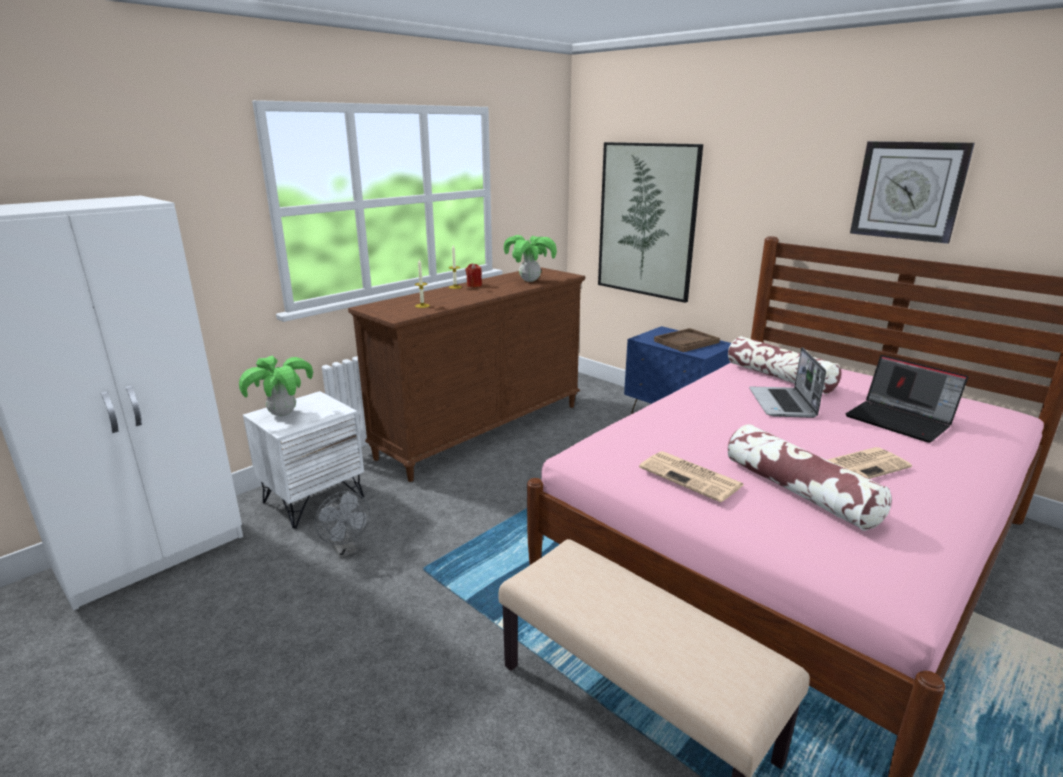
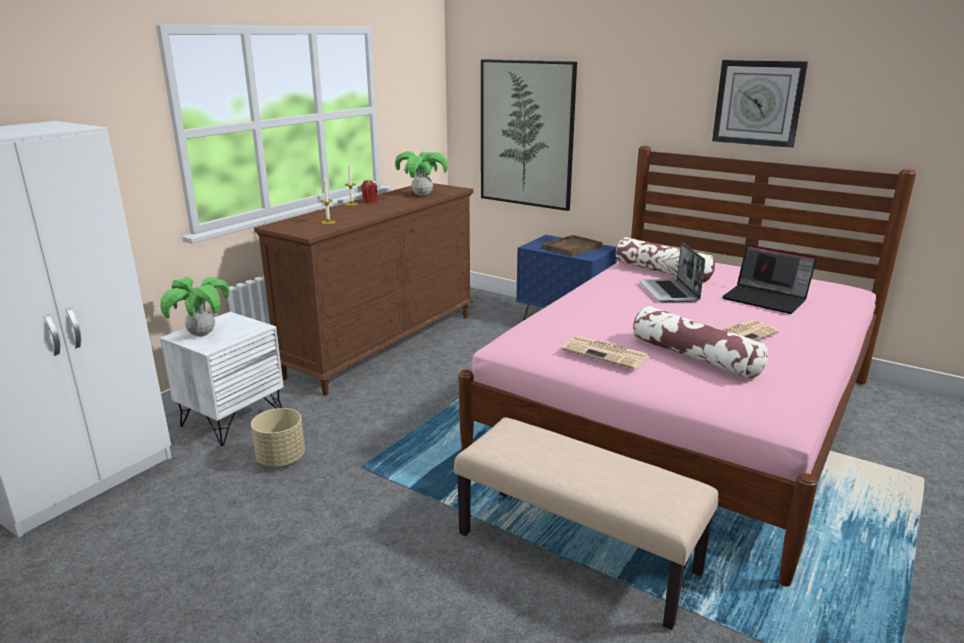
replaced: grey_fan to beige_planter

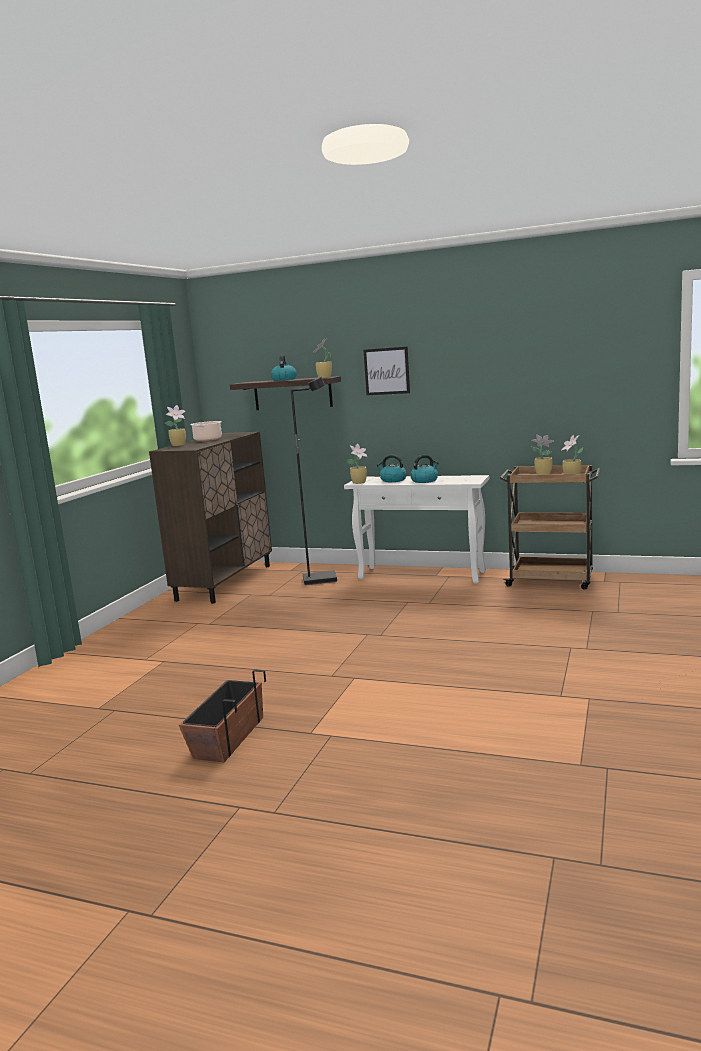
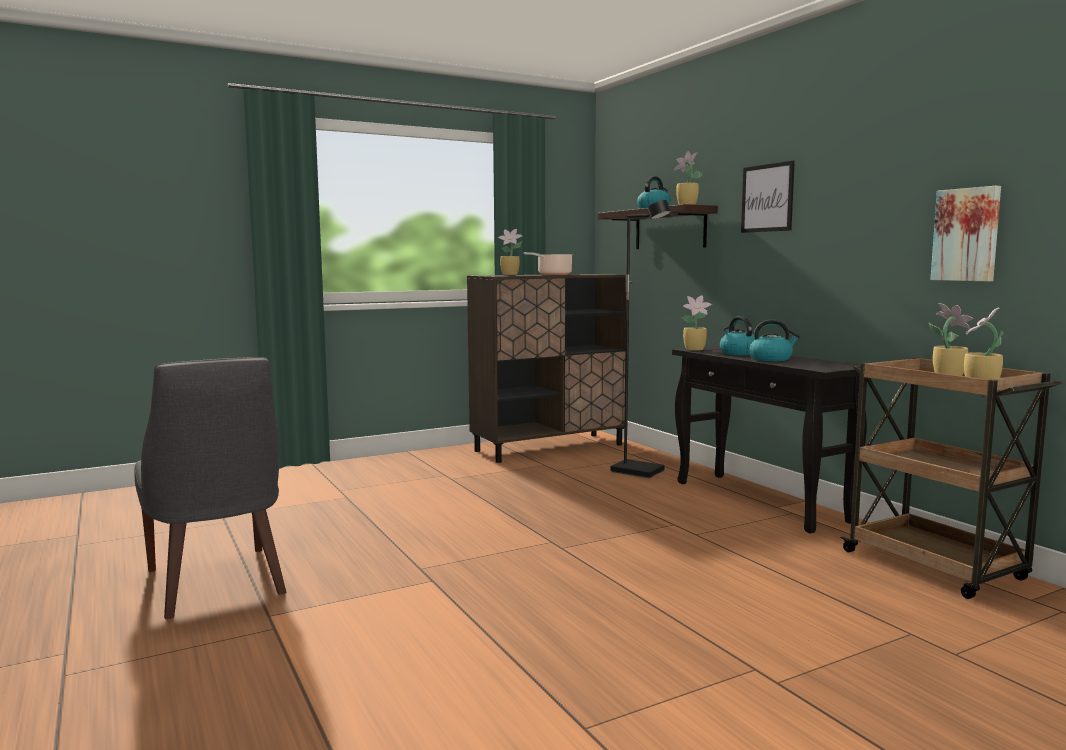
added: picture (2nd from left)
replaced: planter to grey_chair
recoloured: white_console_table to black_console_table

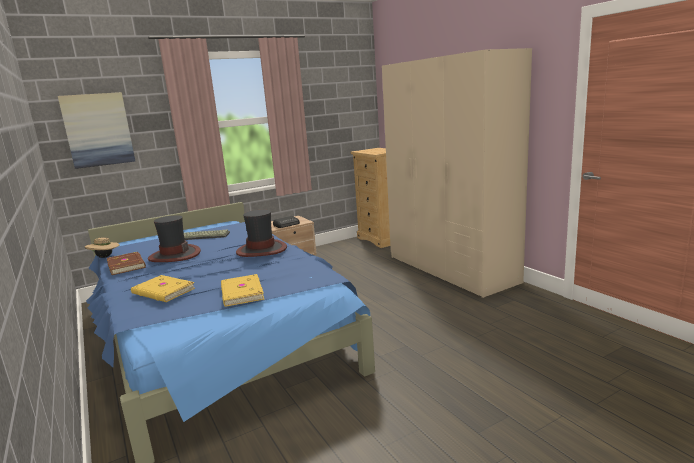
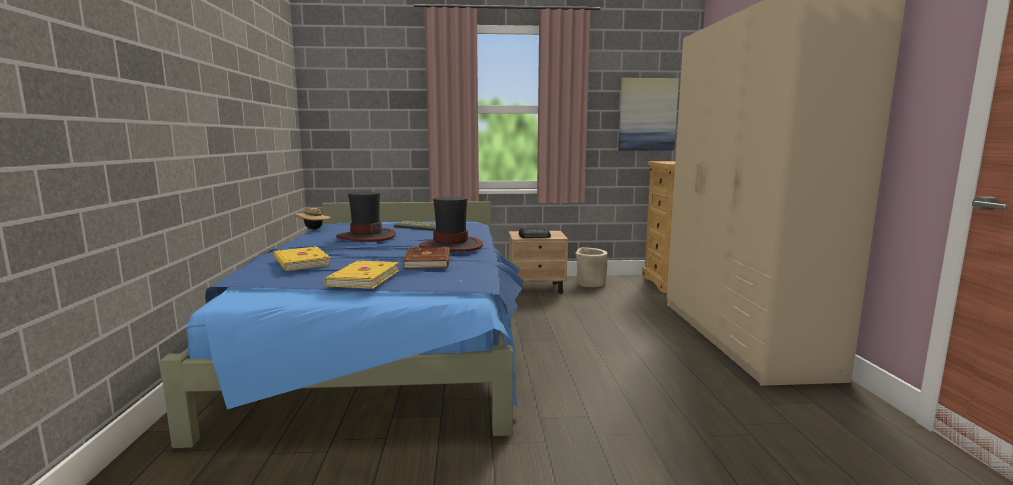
added: beige_planter
moved: picture; brown_book

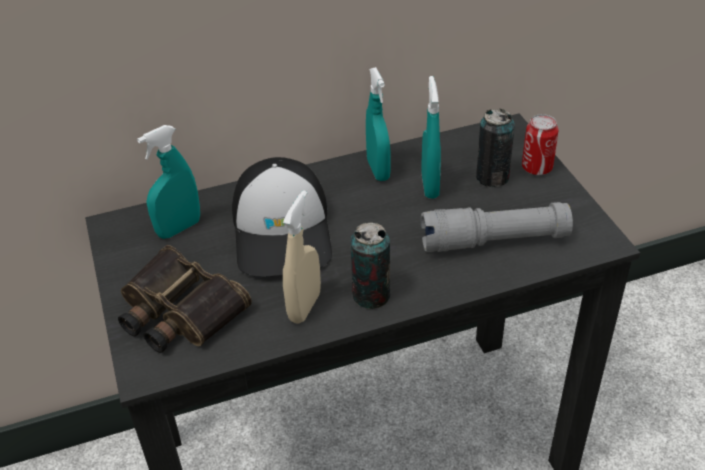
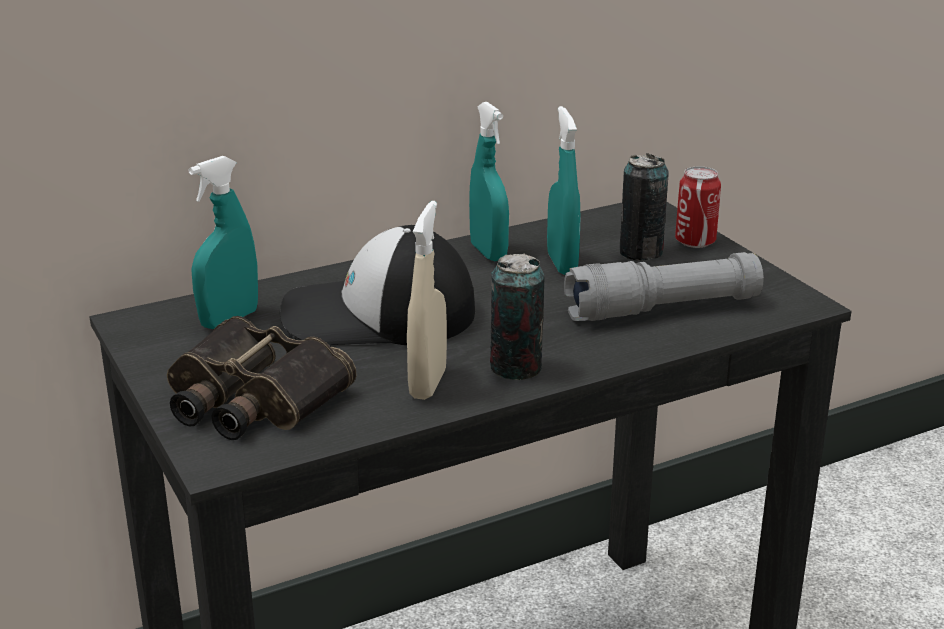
turned: cap 105 degrees clockwise

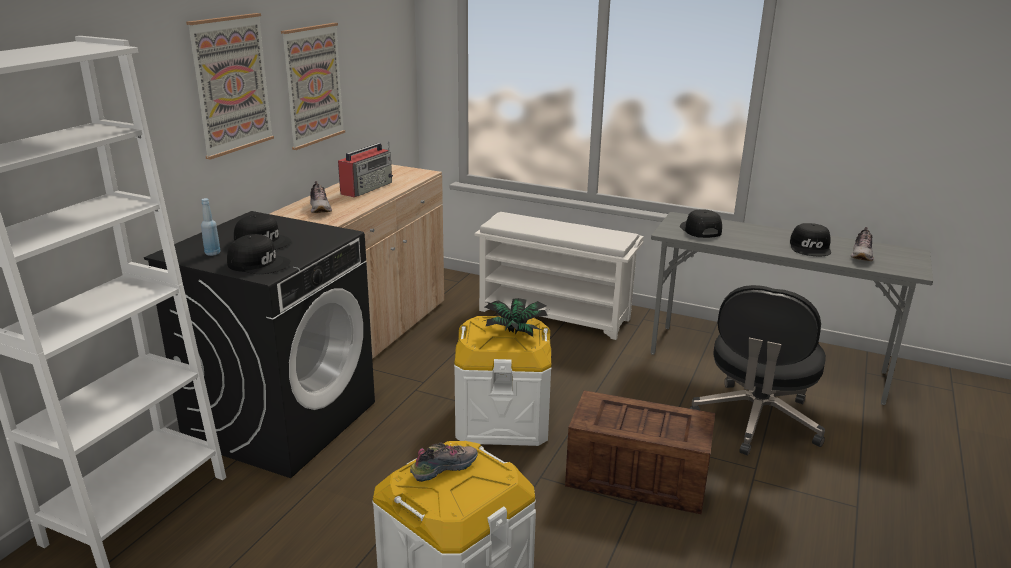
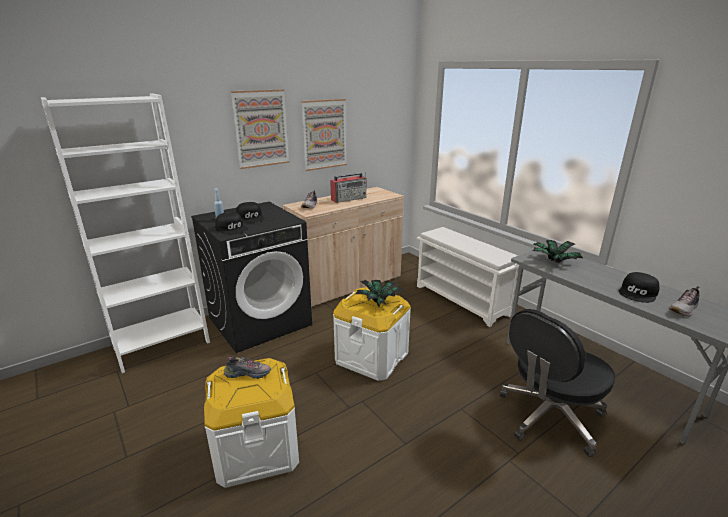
removed: crate
replaced: black_cap (3rd from left) to potted_plant (2nd from left)

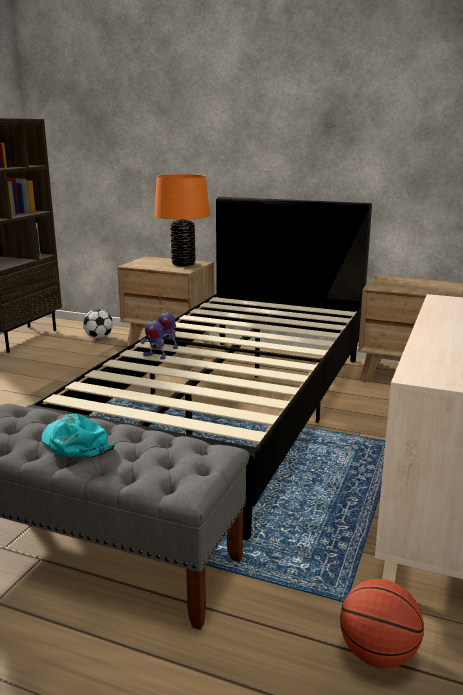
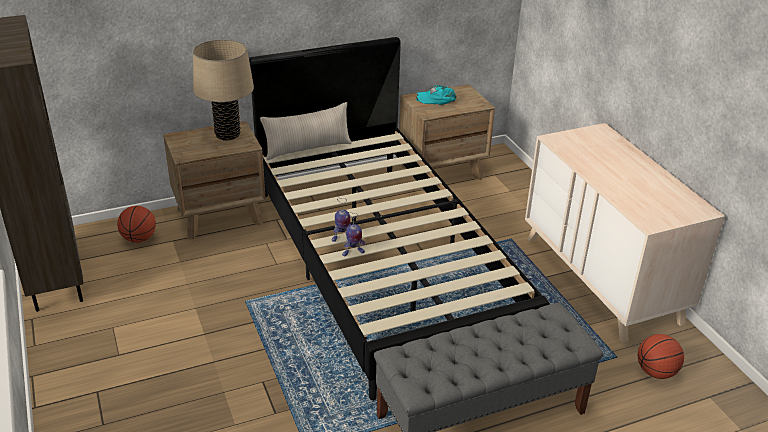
added: beige_pillow
moved: turquoise_cap
replaced: football to basketball (1st from left)
recoloured: orange_table_lamp to beige_table_lamp

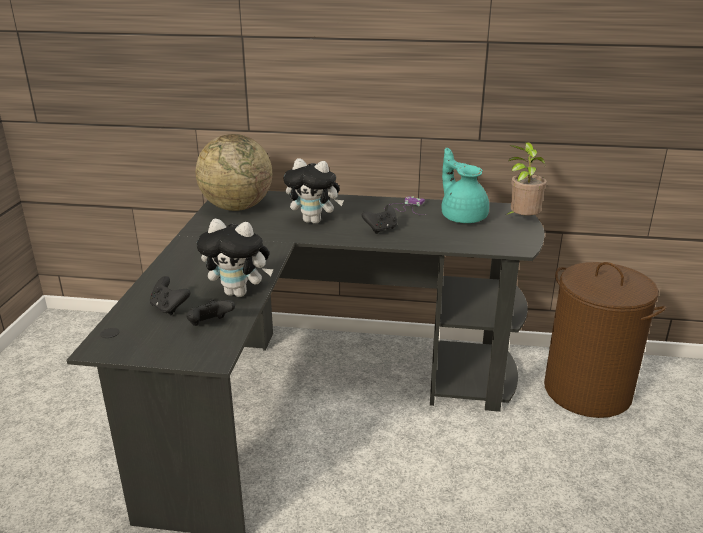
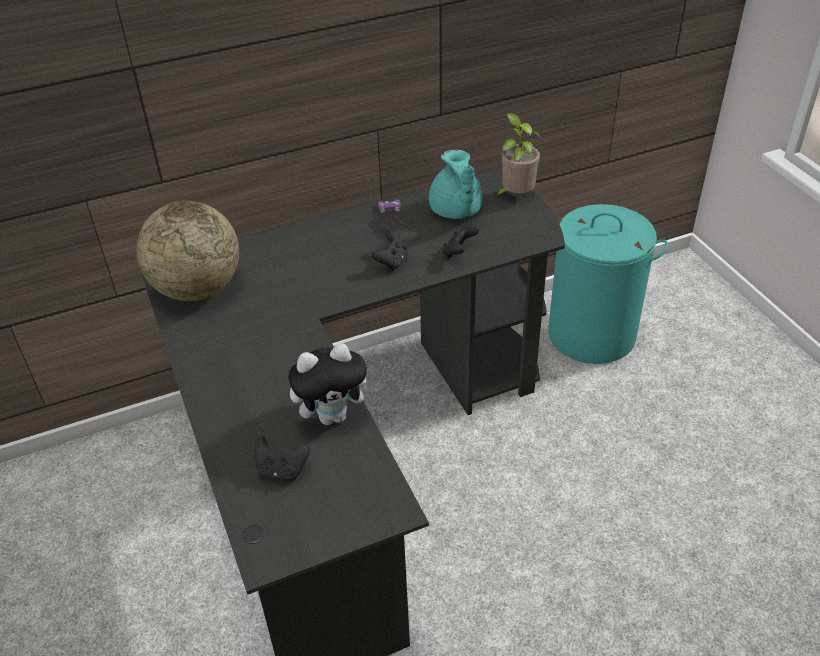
removed: plush_toy (2nd from left)
moved: black_game_controller (2nd from left in the first image) to black_game_controller (3rd from left)
recoloured: brown_laundry_basket to turquoise_laundry_basket
turned: turquoise_teapot 135 degrees counterclockwise

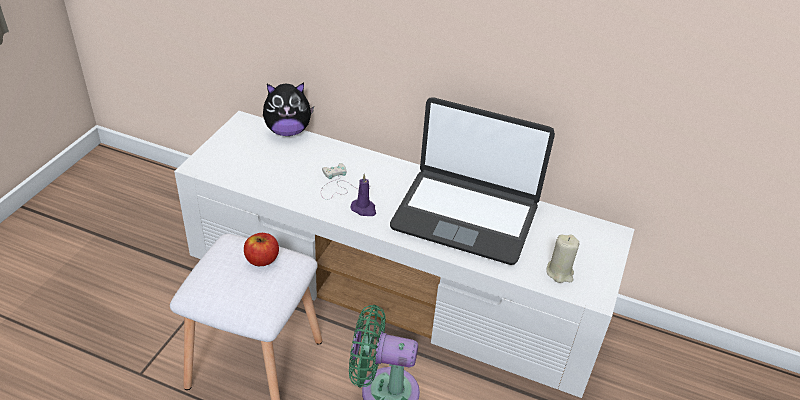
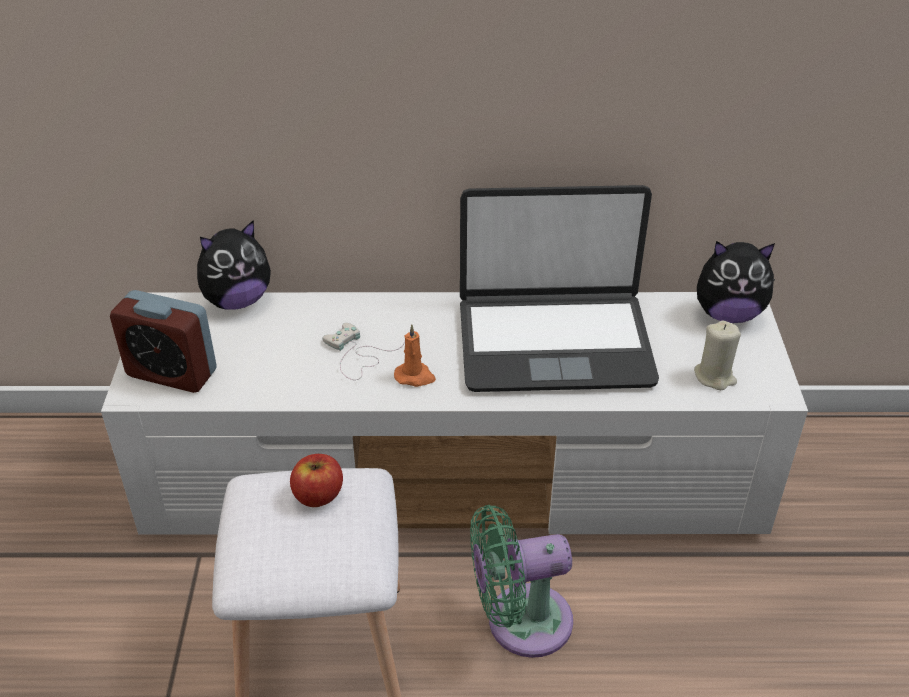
added: plush_toy (2nd from left); alarm_clock
recoloured: purple_candle to orange_candle

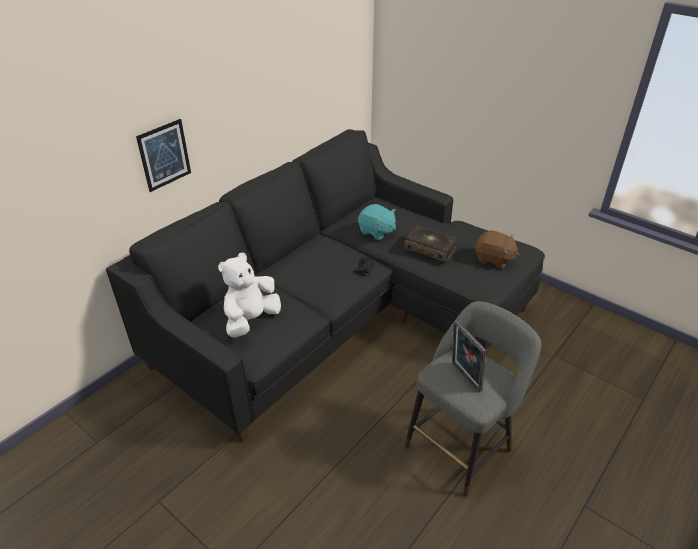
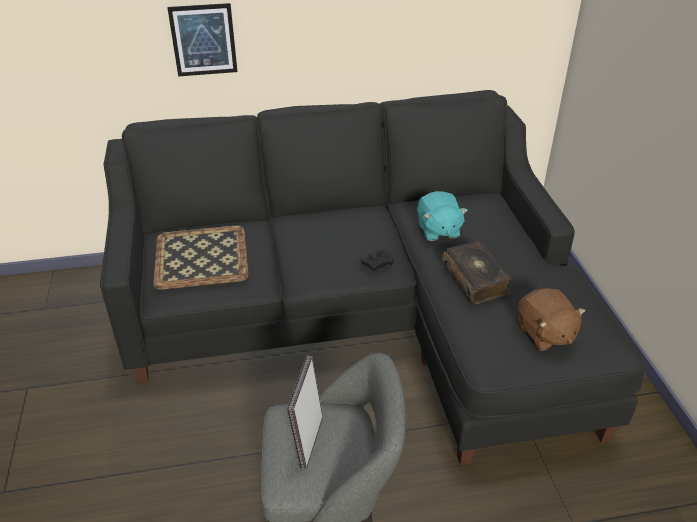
replaced: white_plush_toy to tray

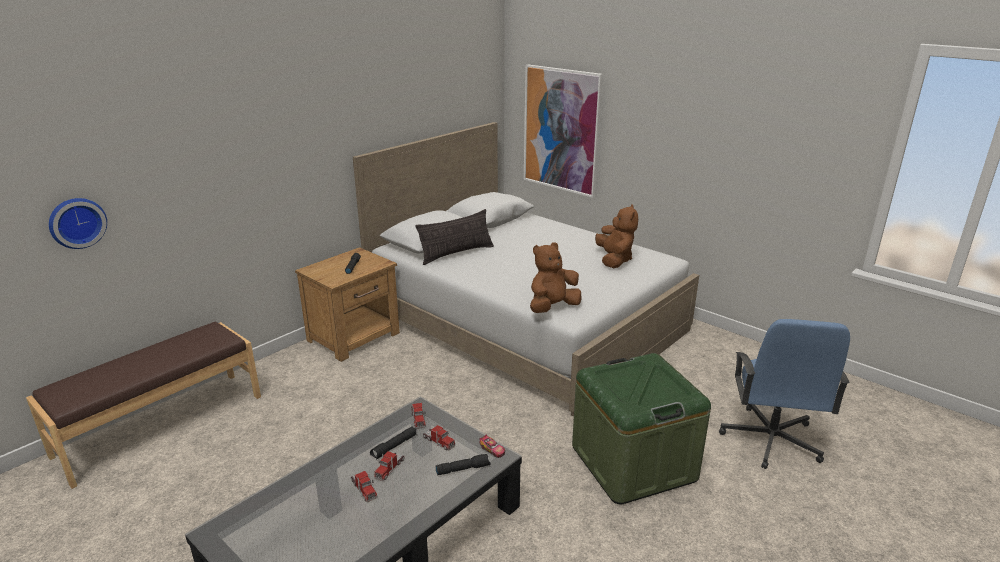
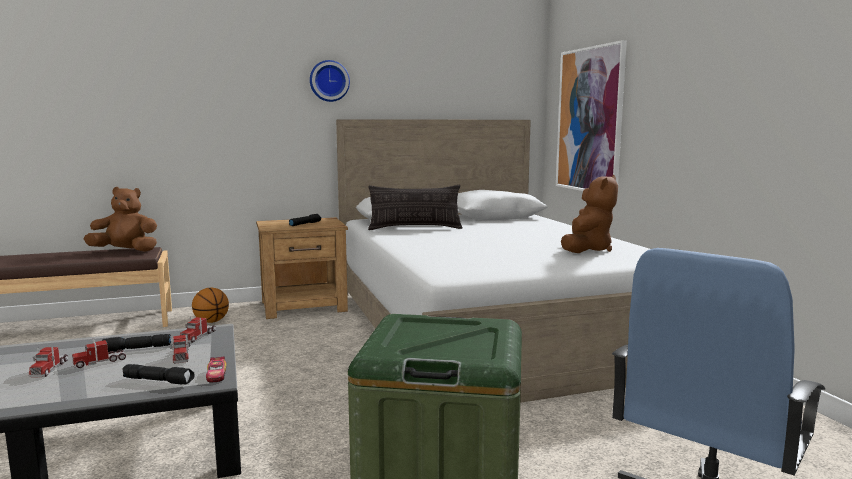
added: basketball
moved: wall_clock; brown_plush_toy (1st from left)

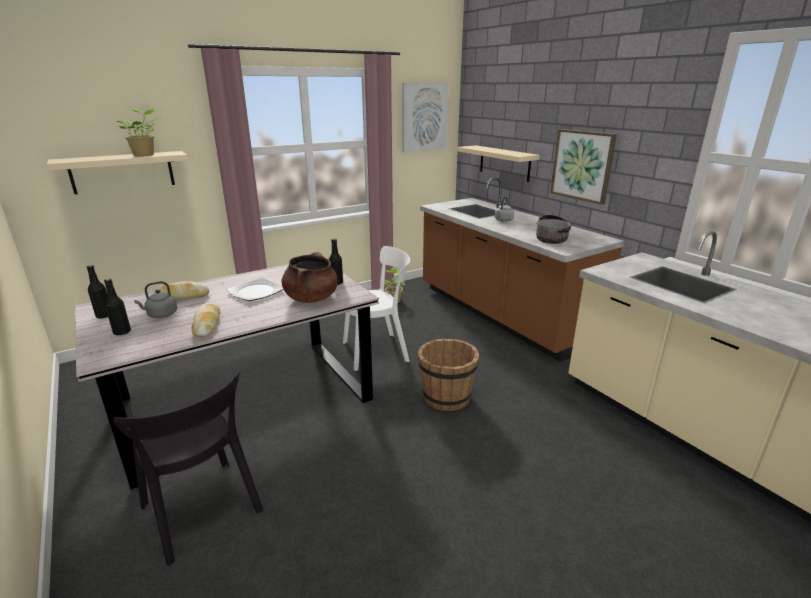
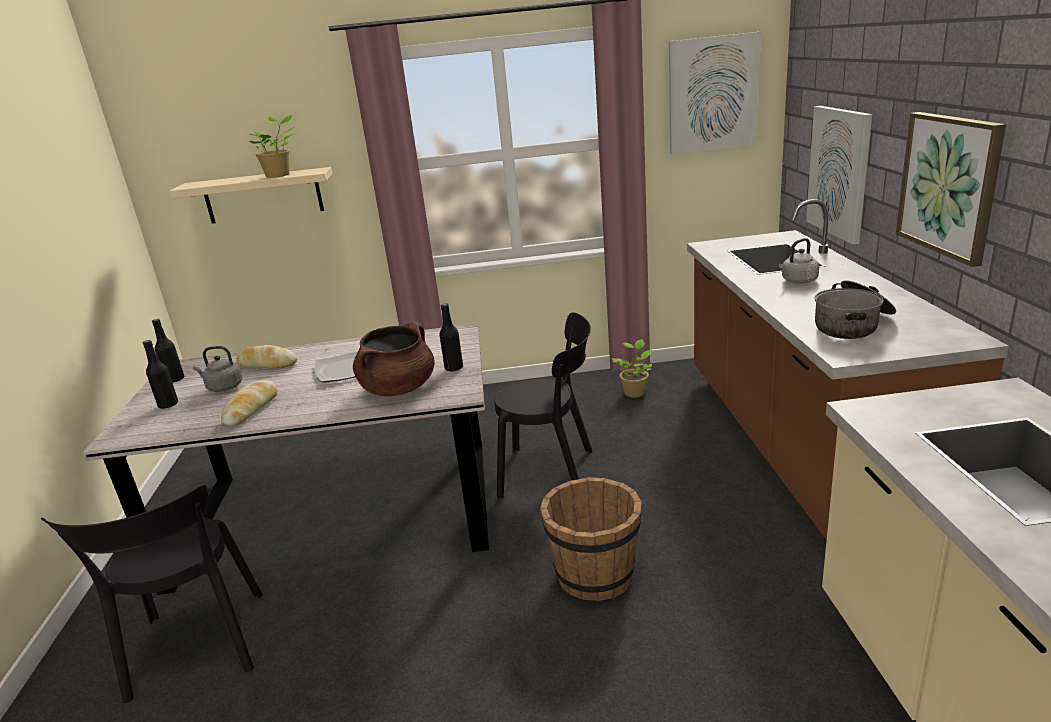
replaced: beige_shelf (2nd from left) to picture (2nd from left)
recoloured: white_chair to black_chair (2nd from left)

